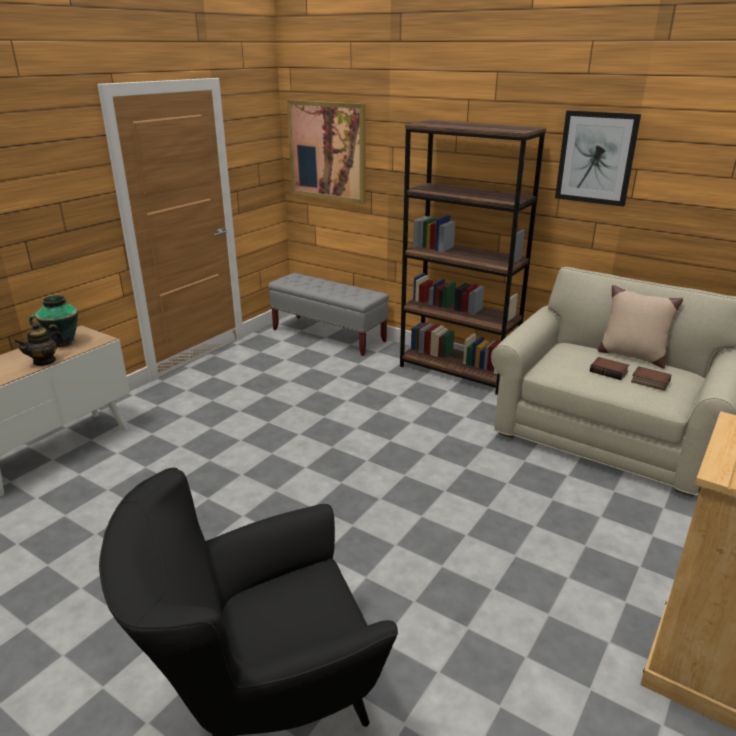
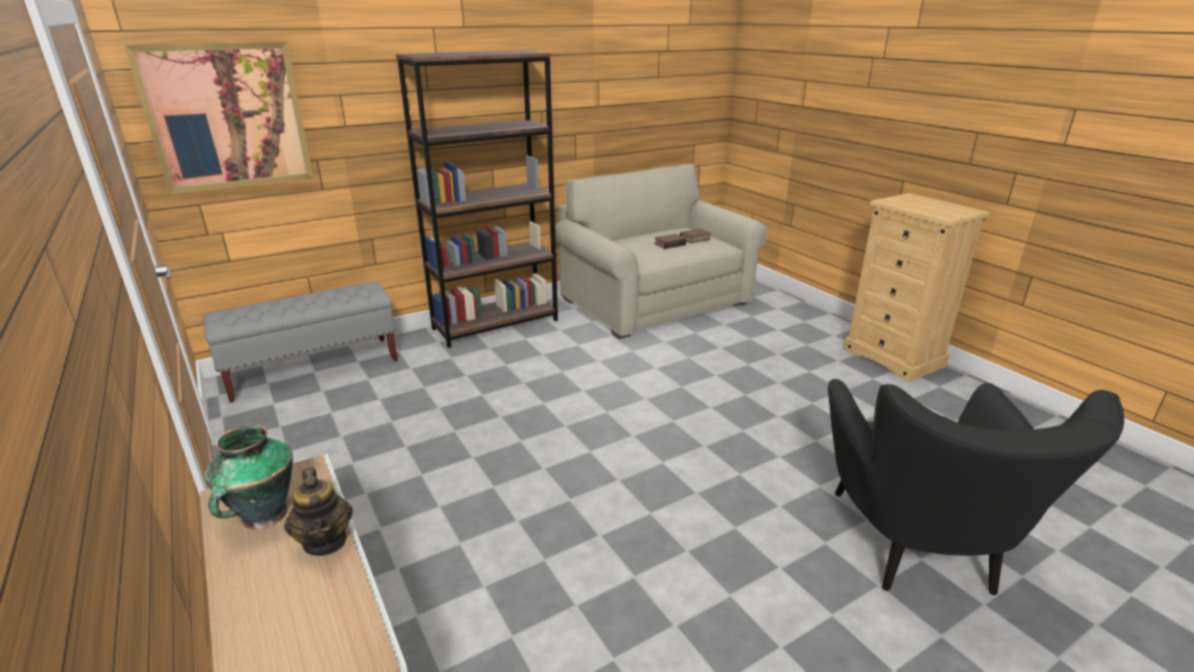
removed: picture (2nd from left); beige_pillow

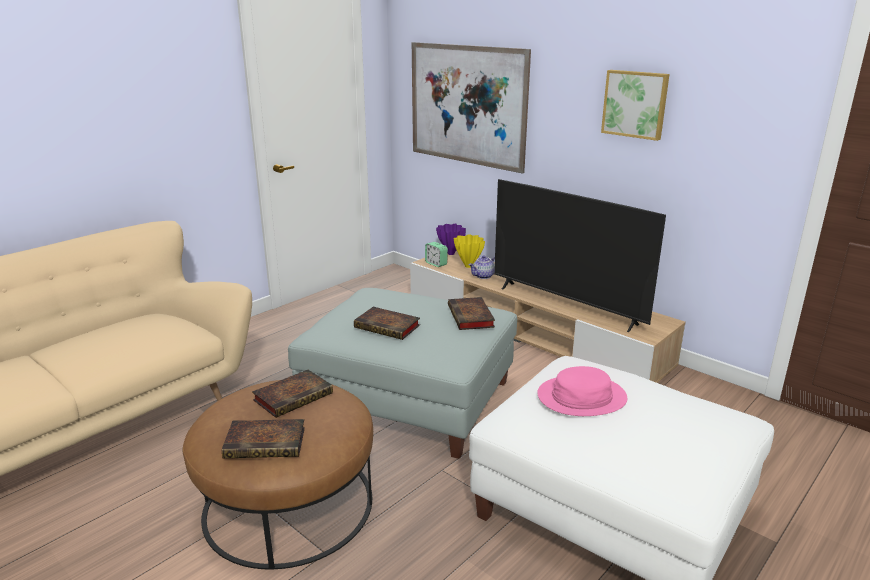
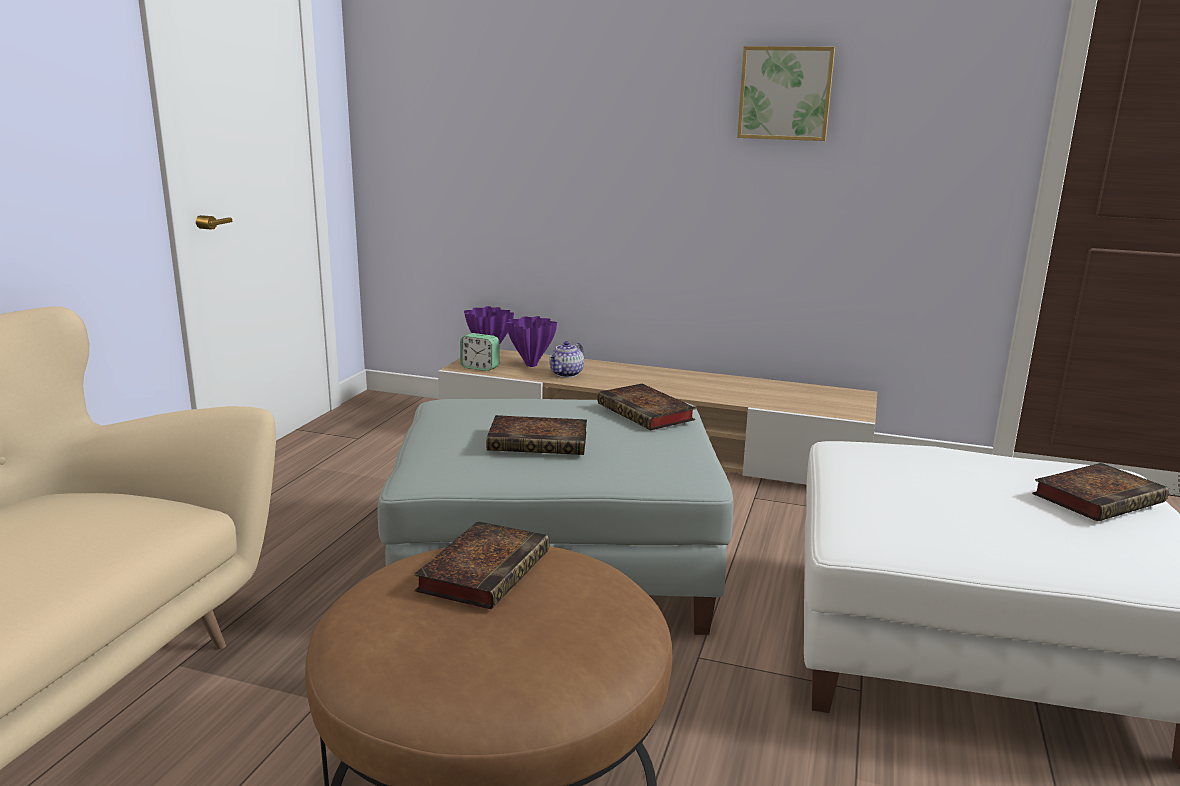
removed: picture (1st from left); television; pink_hat
moved: book (1st from left in the first image) to book (4th from left)
recoloured: yellow_vase to purple_vase (2nd from left)

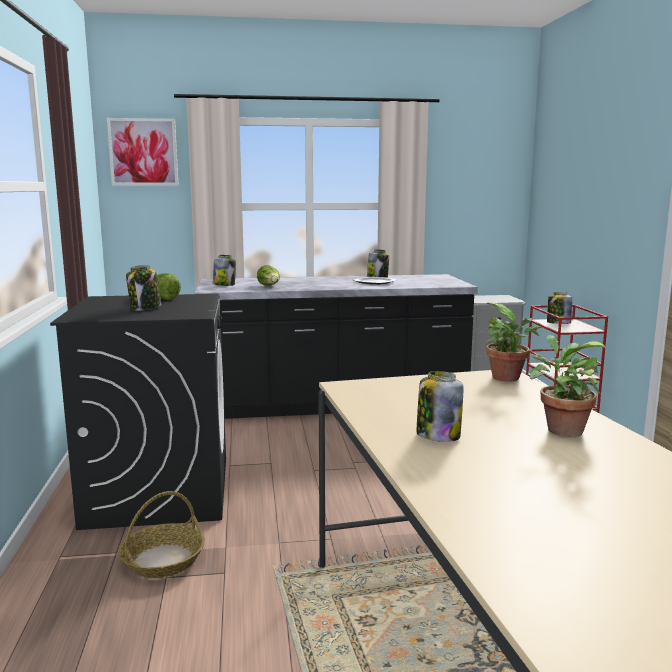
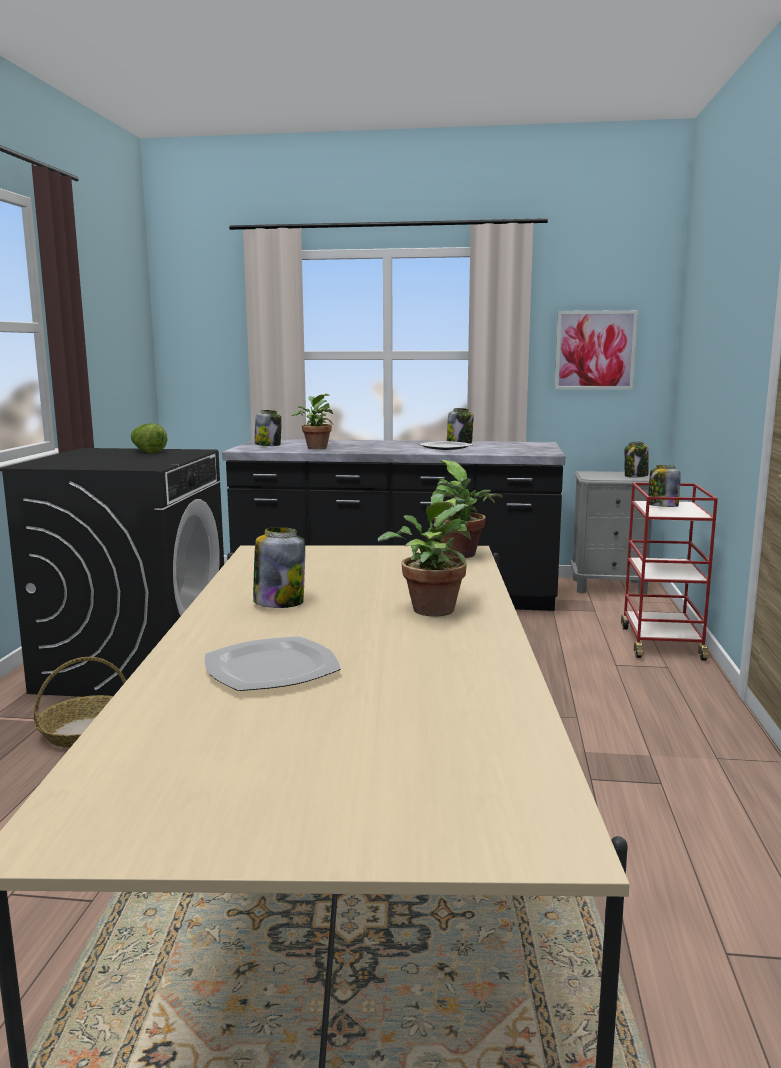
added: plate (1st from left)
moved: picture; jar (1st from left in the first image) to jar (4th from left)
replaced: lettuce (2nd from left) to potted_plant (1st from left)

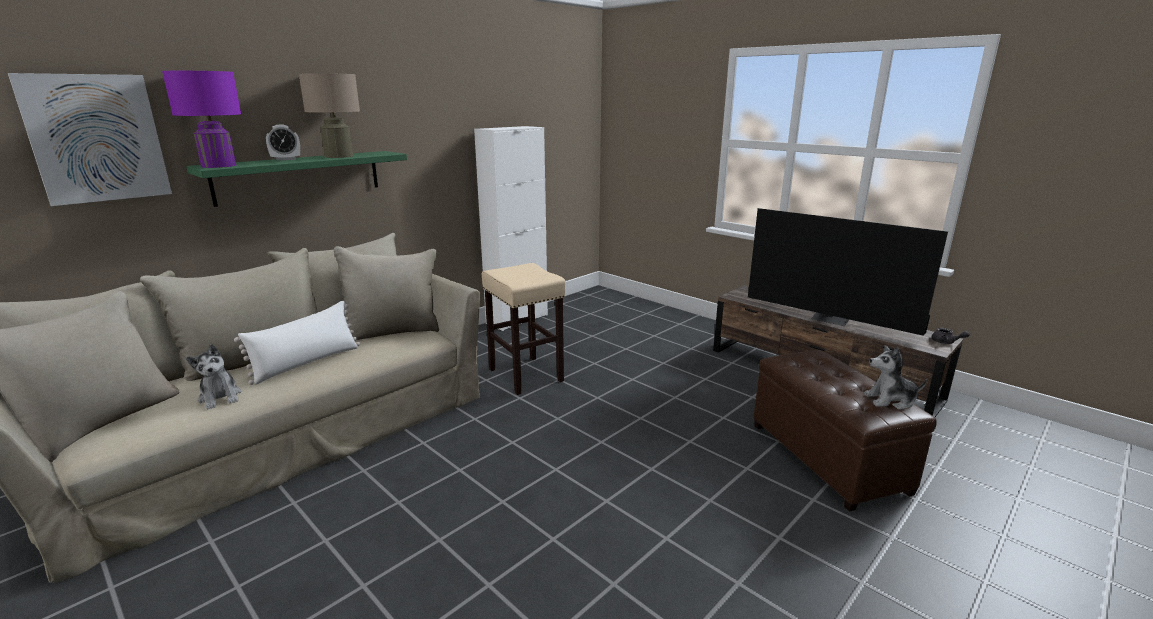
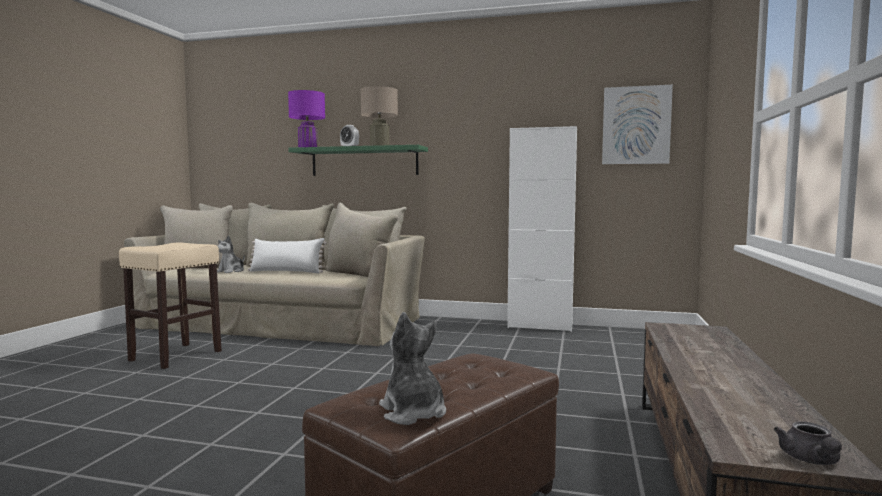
removed: television
moved: picture; beige_stool

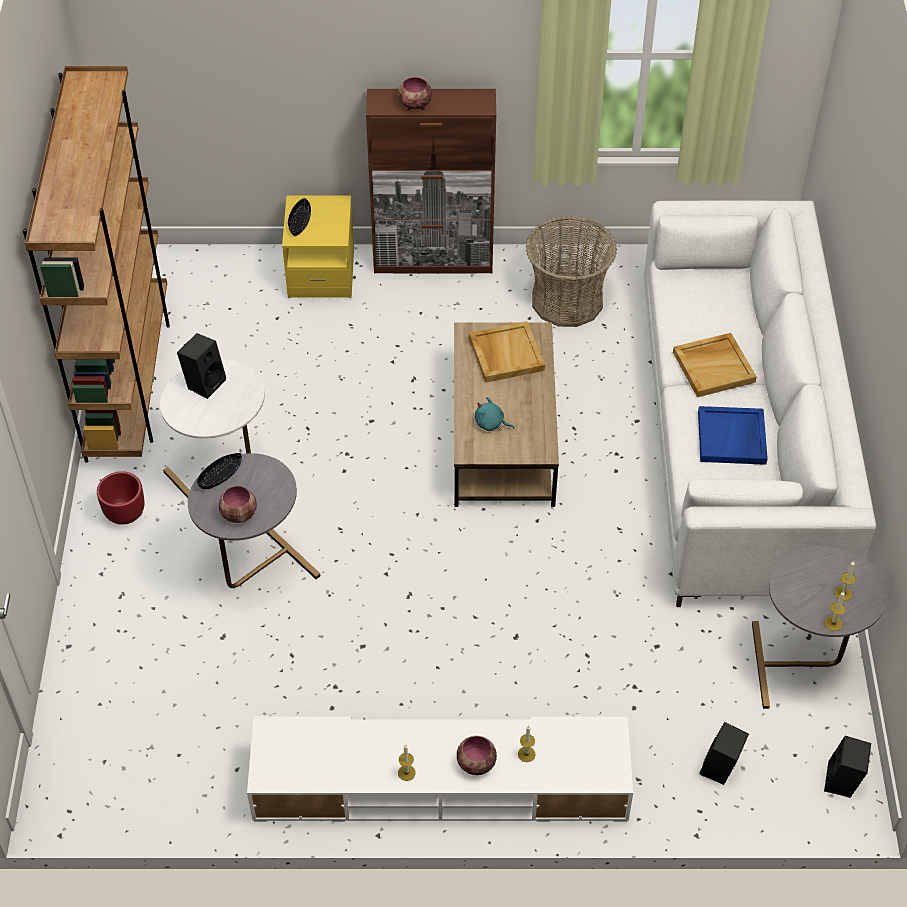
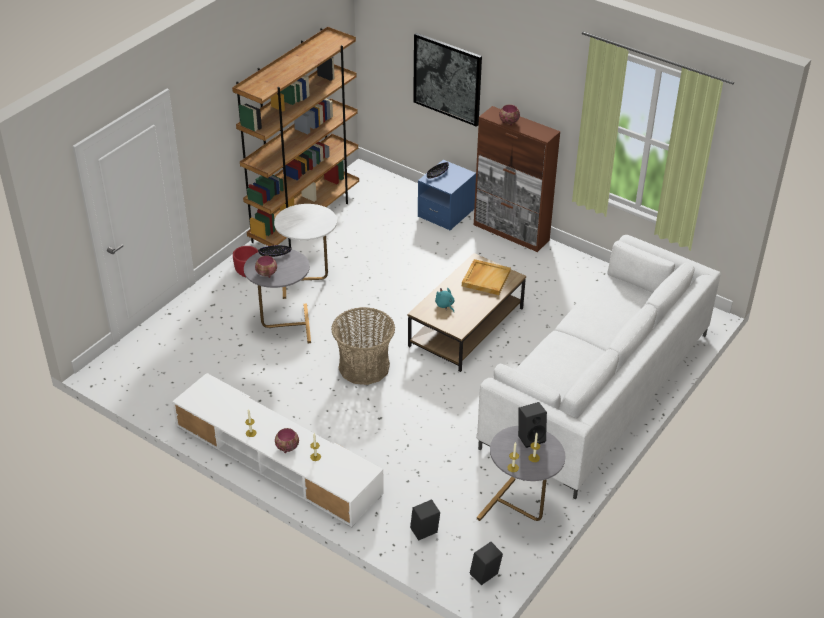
removed: beige_tray (2nd from left); blue_tray
added: picture
moved: basket; black_speaker (1st from left in the first image) to black_speaker (3rd from left)
recoloured: yellow_nightstand to blue_nightstand

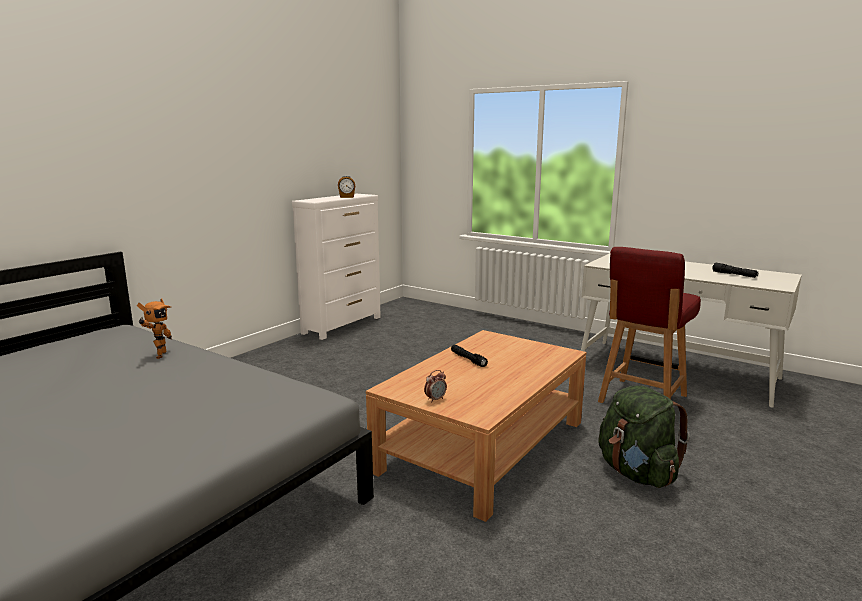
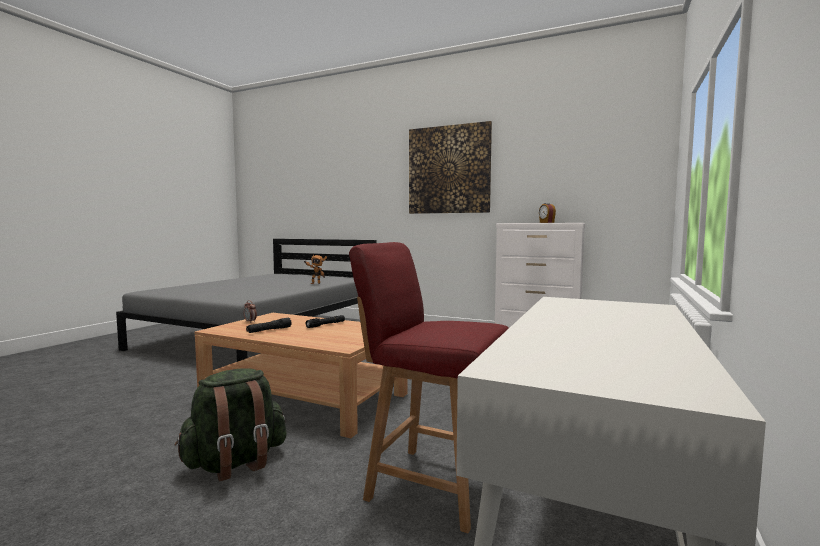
added: picture
moved: black_flashlight (2nd from left in the first image) to black_flashlight (1st from left)

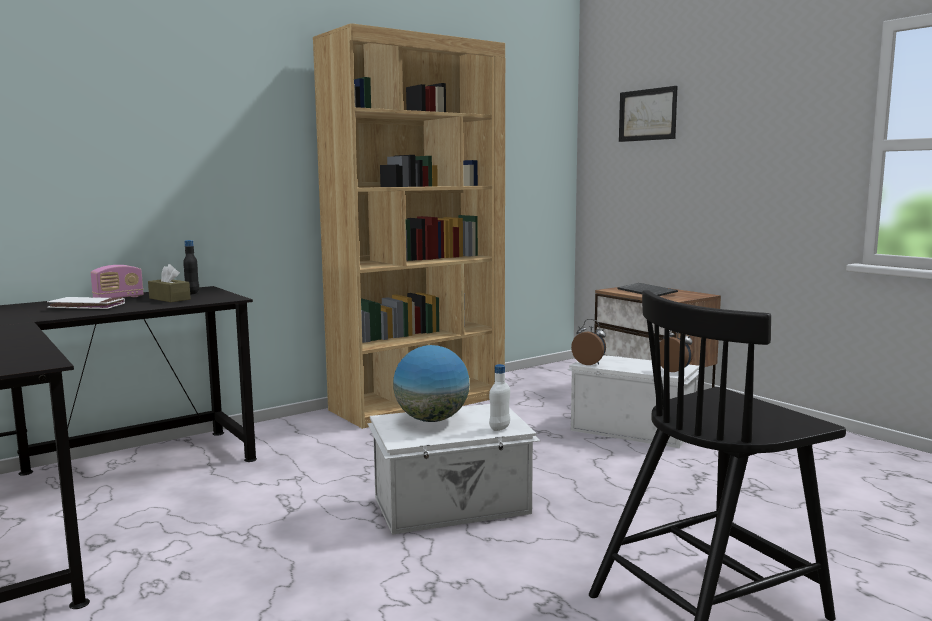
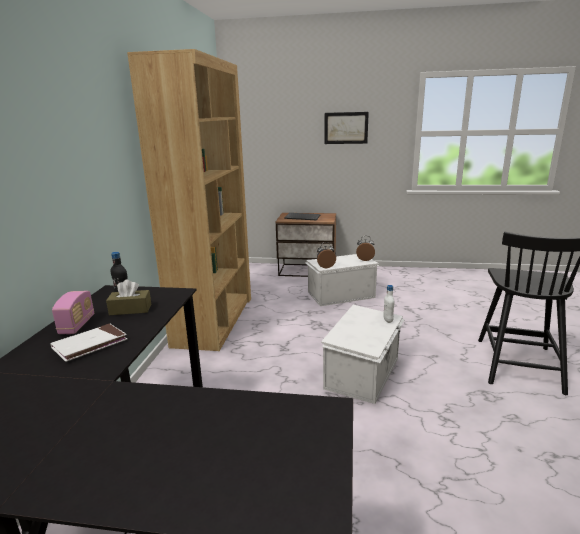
removed: globe
moved: picture

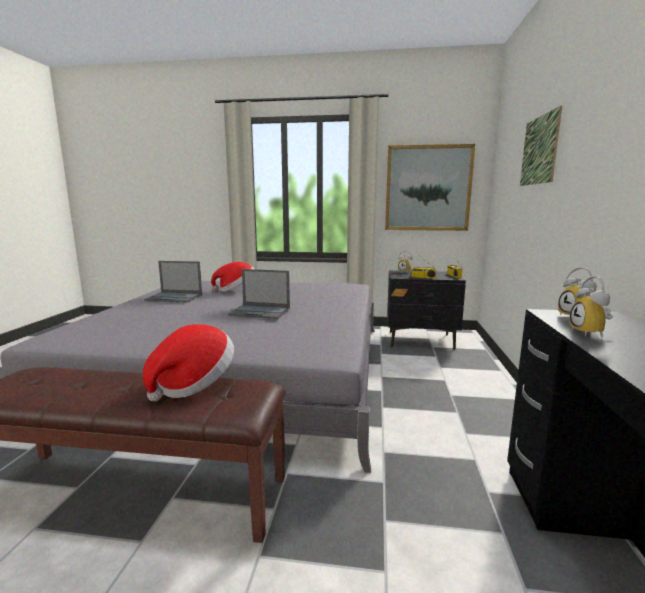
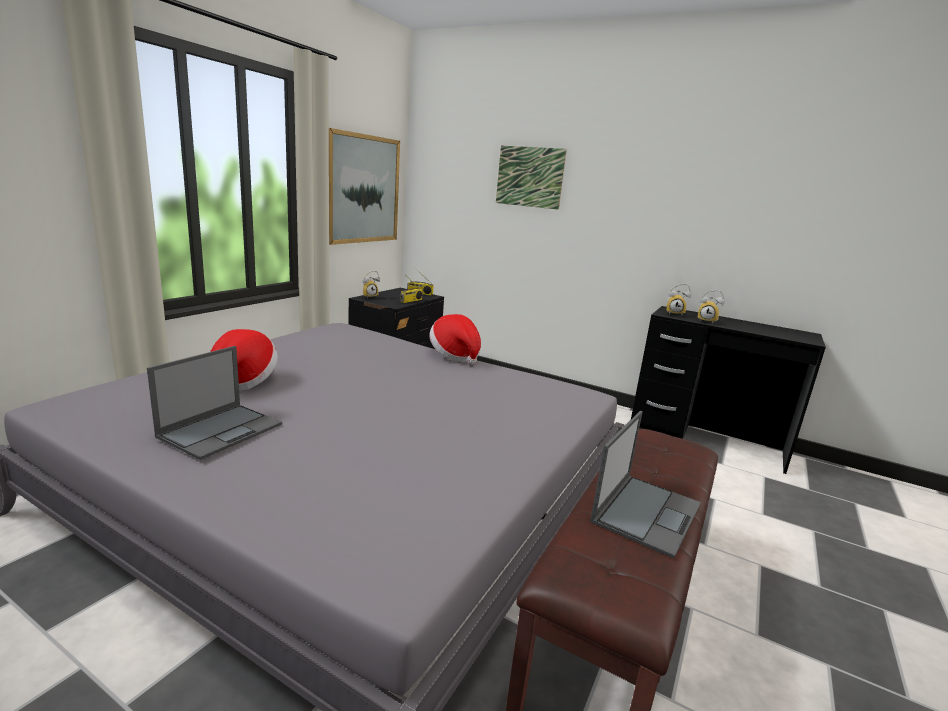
moved: laptop (2nd from left); hat (1st from left in the first image) to hat (2nd from left)

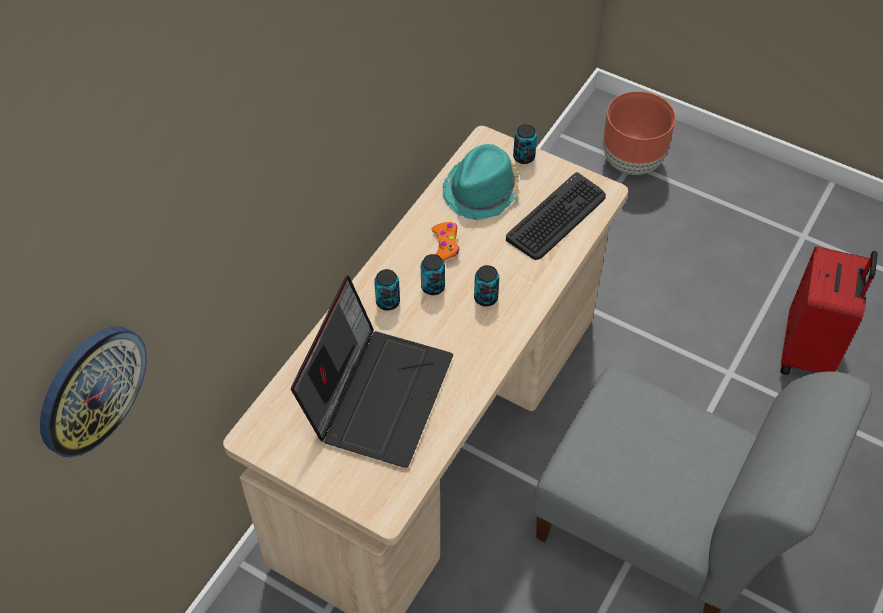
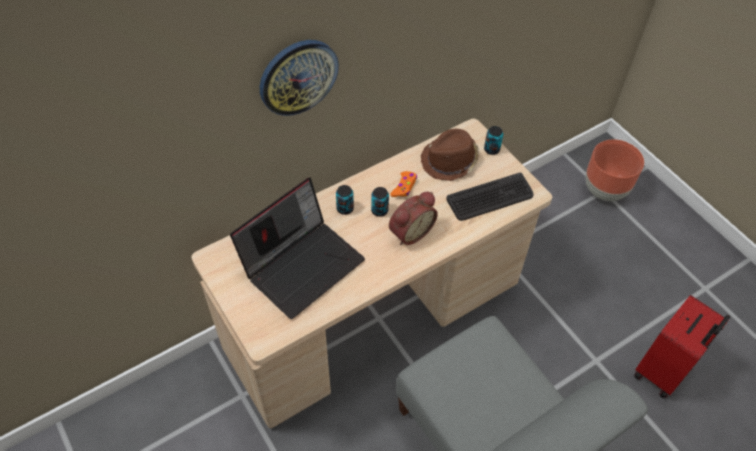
moved: wall_clock
replaced: can (3rd from left) to alarm_clock
recoloured: turquoise_hat to brown_hat

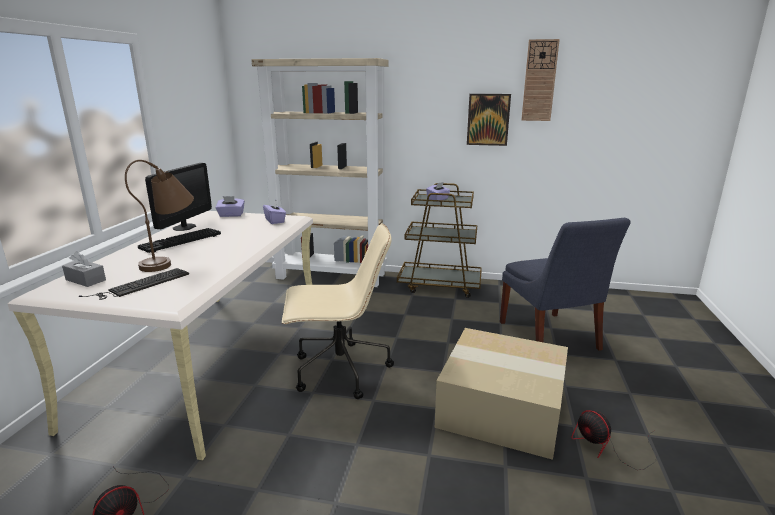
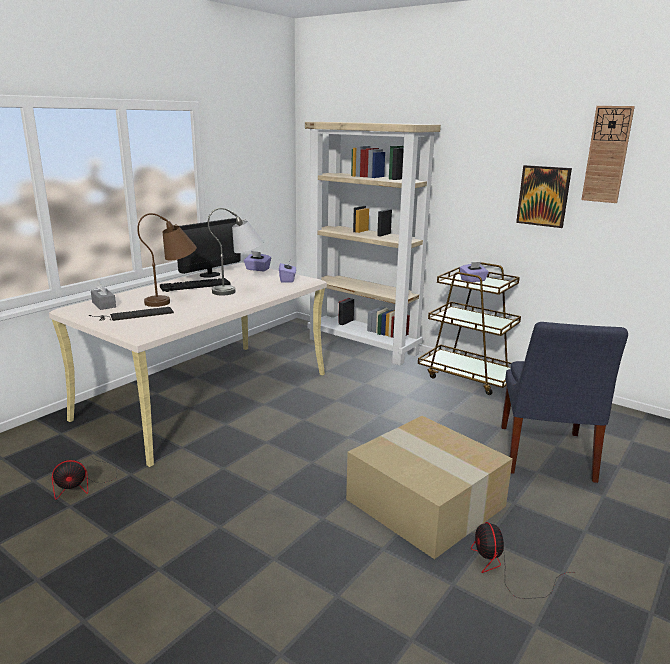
removed: beige_office_chair
added: grey_table_lamp

